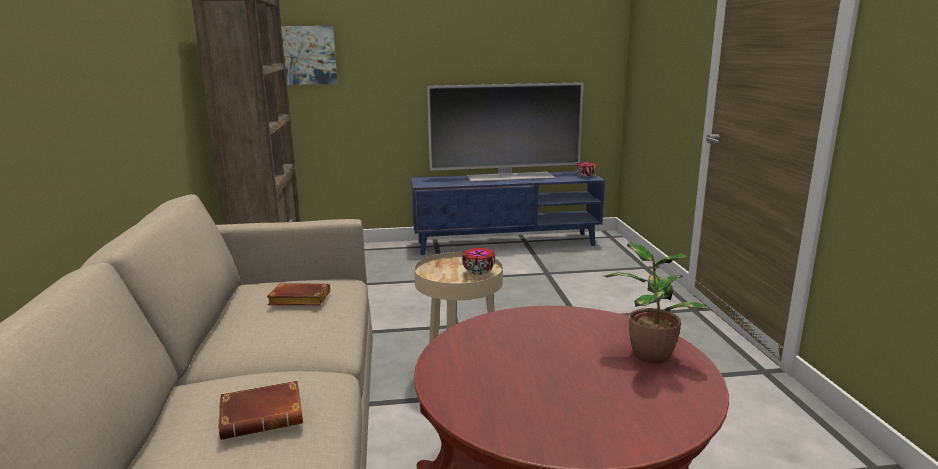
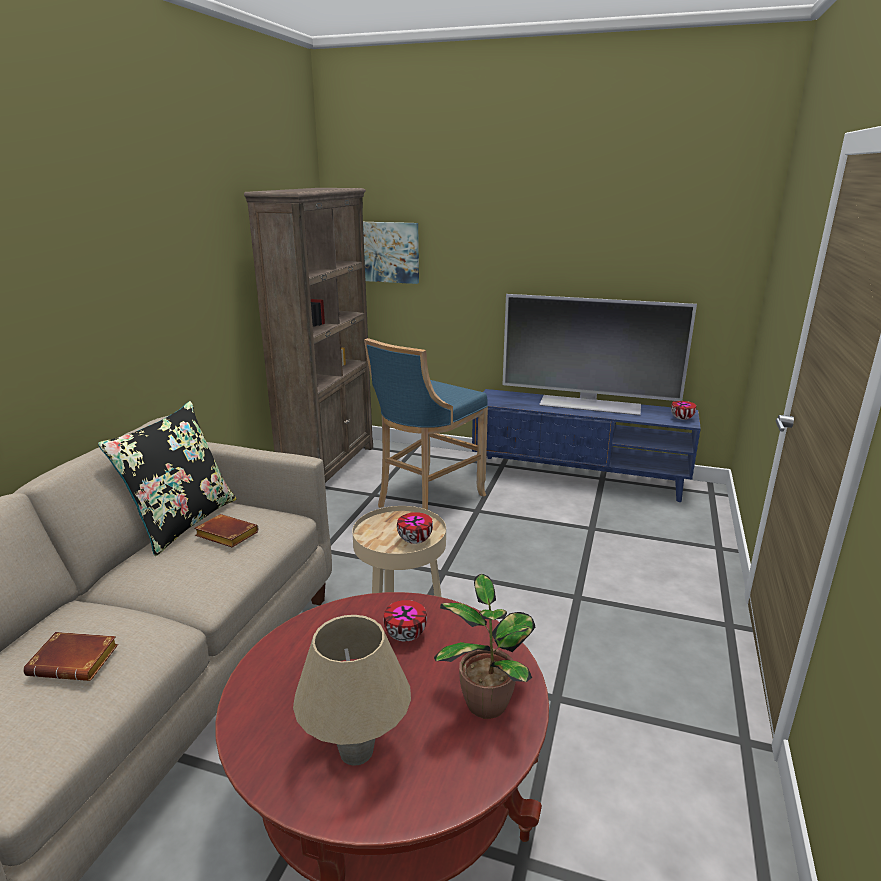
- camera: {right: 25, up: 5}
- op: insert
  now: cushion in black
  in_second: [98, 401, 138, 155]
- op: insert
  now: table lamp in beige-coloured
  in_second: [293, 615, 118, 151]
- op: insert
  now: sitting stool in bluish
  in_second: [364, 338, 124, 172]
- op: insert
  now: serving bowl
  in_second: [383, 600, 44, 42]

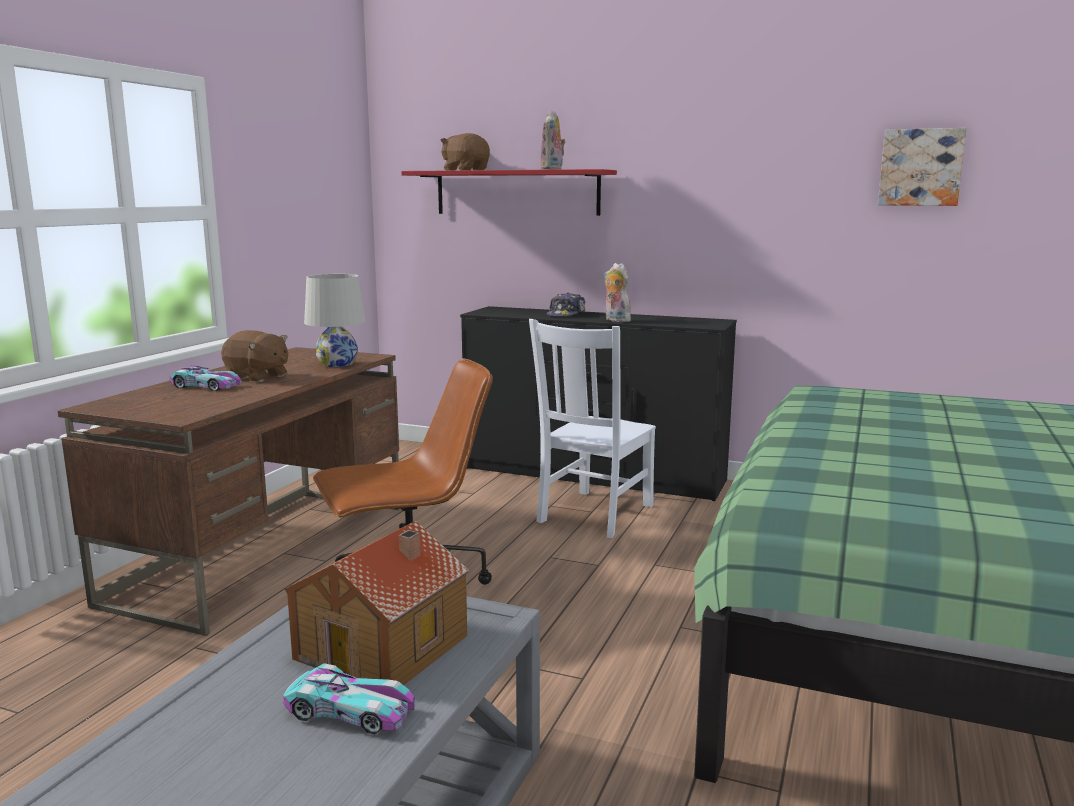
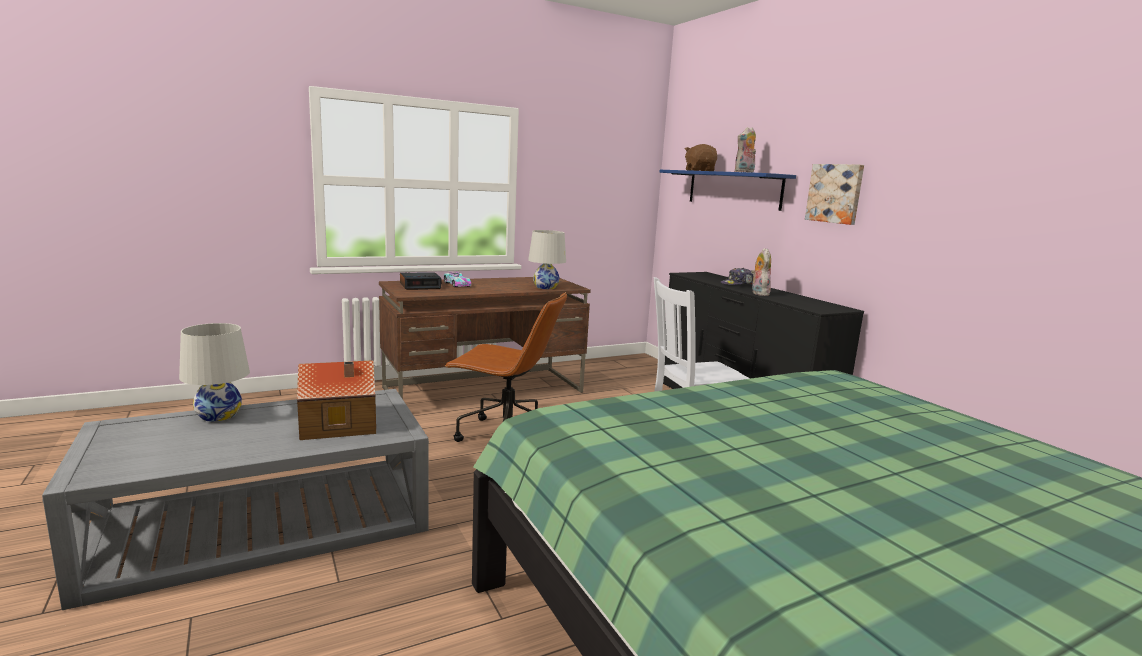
- camera: {right: 40, up: 0}
- op: delete
  was: cuddly toy in brown-coloured
  in_first: [221, 330, 67, 52]
- op: delete
  was: miniature car
  in_first: [283, 663, 132, 72]
- op: recolor
  was: wall shelf in reddish
  now: wall shelf in bluish
  in_first: [401, 169, 216, 47]
  in_second: [660, 170, 136, 41]
- op: move
  was: wall art
  in_first: [878, 128, 88, 78]
  in_second: [805, 164, 59, 61]
- op: insert
  now: table lamp in white
  in_second: [179, 323, 71, 98]
- op: insert
  now: alarm clock
  in_second: [400, 272, 42, 18]

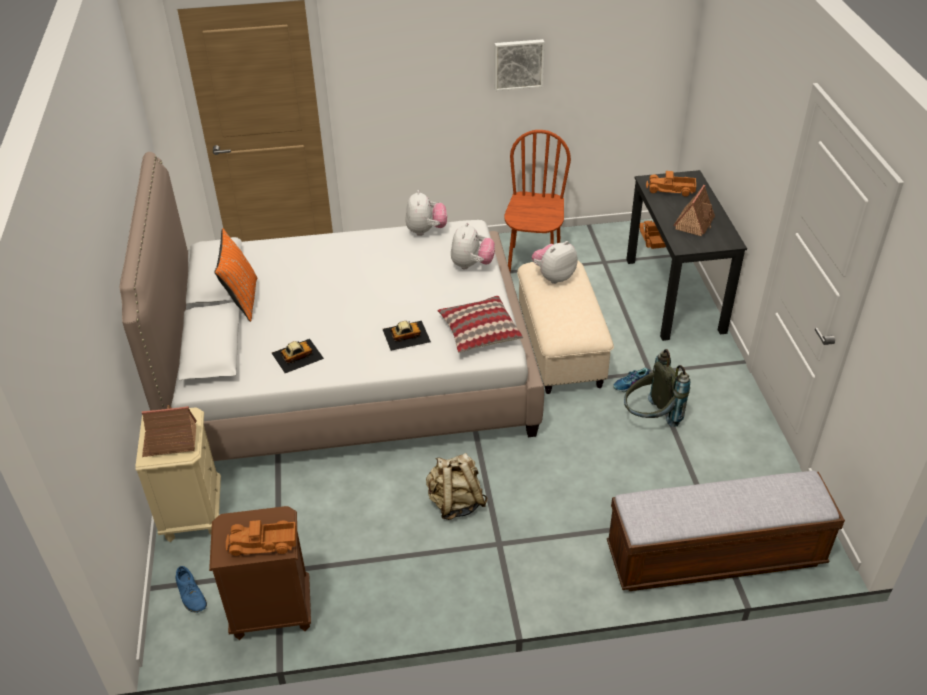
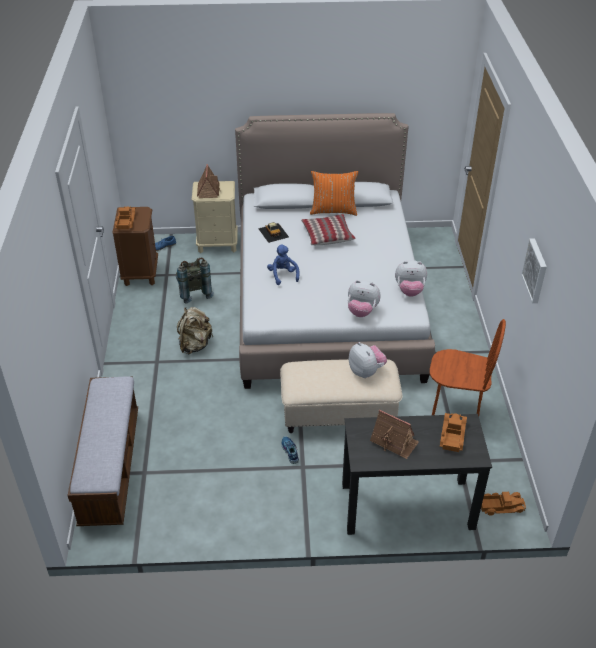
- camera: {right: 95, up: 0}
- op: replace
  was: miniature car
  now: cuddly toy in bluish
  in_first: [383, 321, 48, 30]
  in_second: [267, 245, 32, 40]
- op: move
  was: cushion
  in_first: [438, 296, 85, 57]
  in_second: [301, 214, 55, 31]
- op: move
  was: backpack in grey
  in_first: [624, 349, 66, 78]
  in_second: [176, 258, 38, 46]

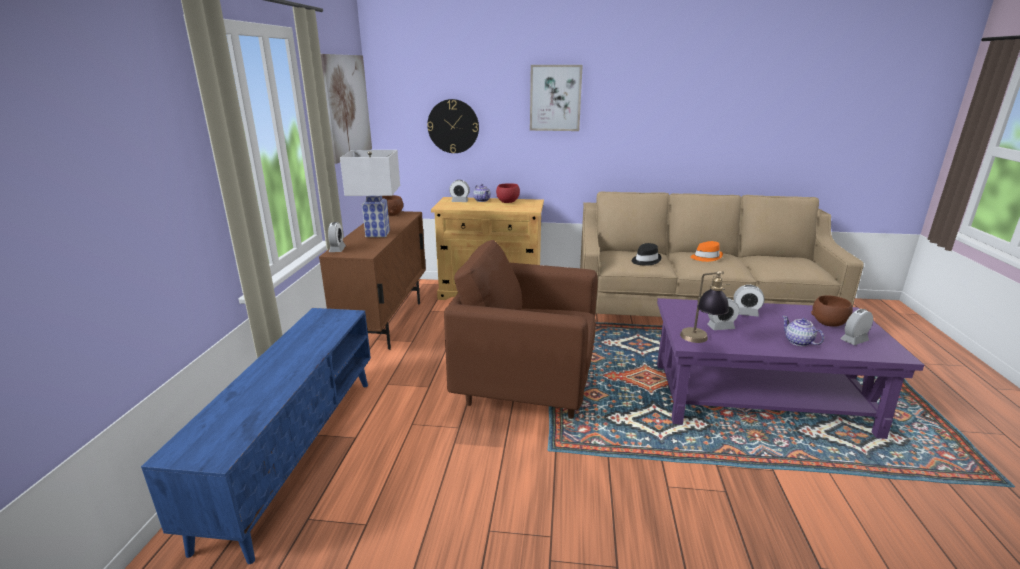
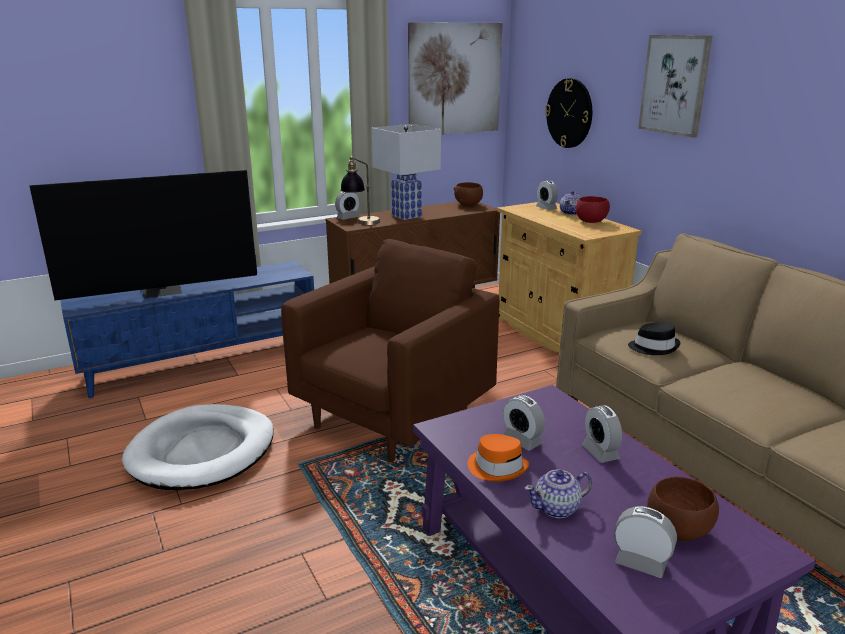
- camera: {right: 55, up: 0}
- op: rotate
  was: armchair in brown-coloured
  in_first: [444, 240, 154, 179]
  in_second: [281, 239, 219, 223]
  clockwise: 60
- op: move
  was: table lamp
  in_first: [680, 271, 50, 72]
  in_second: [340, 156, 40, 69]
- op: move
  was: clothing hat in orange-coloured
  in_first: [691, 241, 32, 21]
  in_second: [468, 434, 61, 48]
- op: rotate
  was: teapot
  in_first: [782, 316, 42, 30]
  in_second: [525, 469, 67, 49]
  clockwise: -135
- op: insert
  now: TV set
  in_second: [29, 170, 228, 130]
- op: insert
  now: dog cushion in white
  in_second: [122, 404, 152, 86]

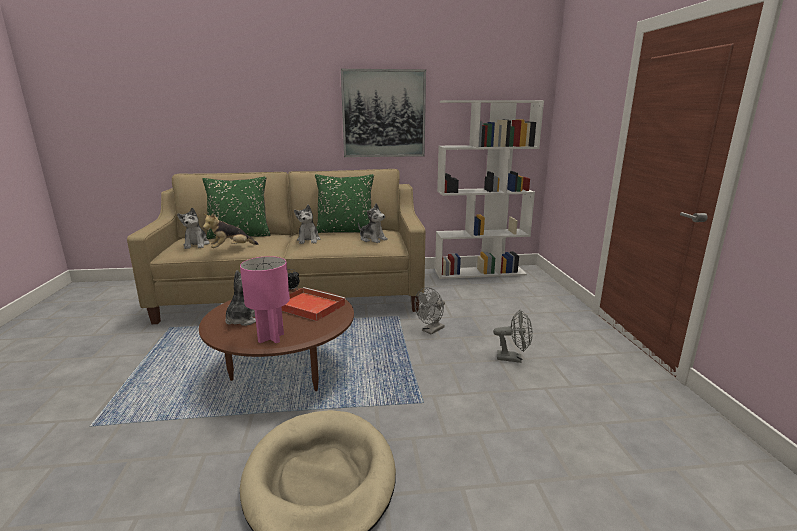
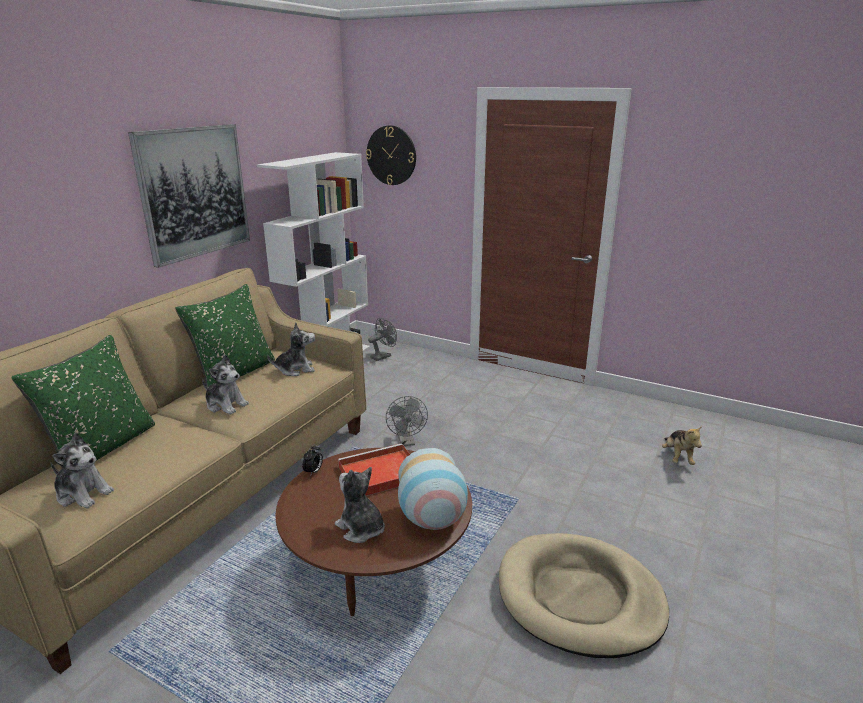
- camera: {right: -55, up: 5}
- op: move
  was: cuddly toy
  in_first: [203, 214, 55, 34]
  in_second: [662, 426, 40, 39]
- op: replace
  was: table lamp in pink
  now: flower vase
  in_first: [240, 256, 50, 87]
  in_second: [398, 448, 70, 82]
- op: move
  was: cooling fan in grey
  in_first: [493, 310, 39, 53]
  in_second: [368, 318, 29, 43]
- op: insert
  now: wall clock
  in_second: [366, 125, 50, 60]

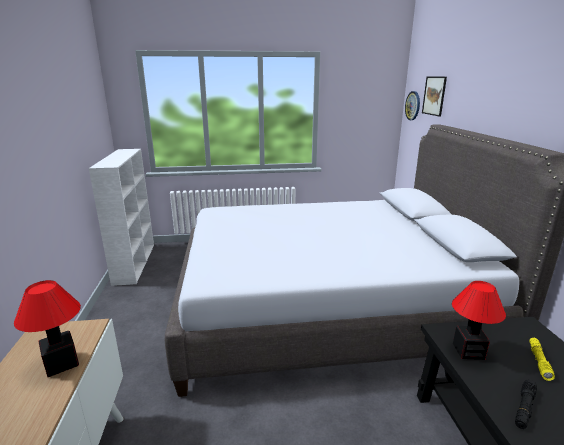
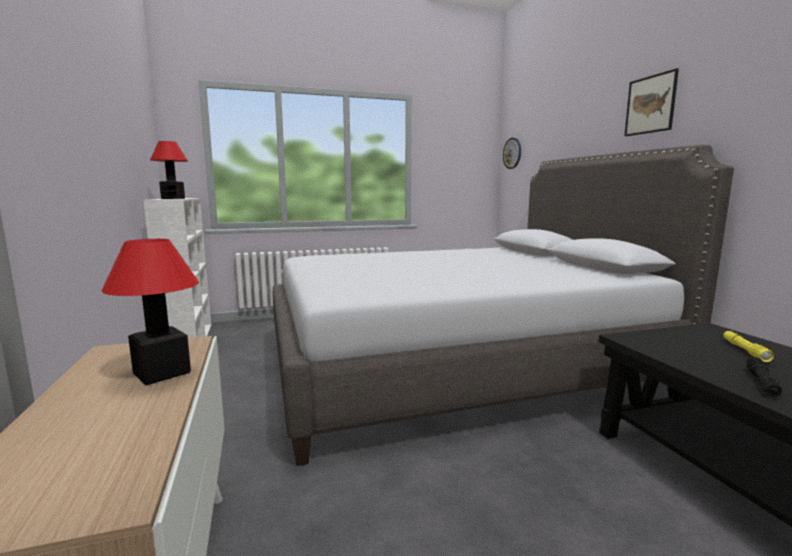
- camera: {right: -10, up: -10}
- op: move
  was: wall art
  in_first: [422, 77, 25, 40]
  in_second: [624, 68, 55, 68]
- op: move
  was: table lamp
  in_first: [452, 281, 54, 79]
  in_second: [150, 141, 38, 58]

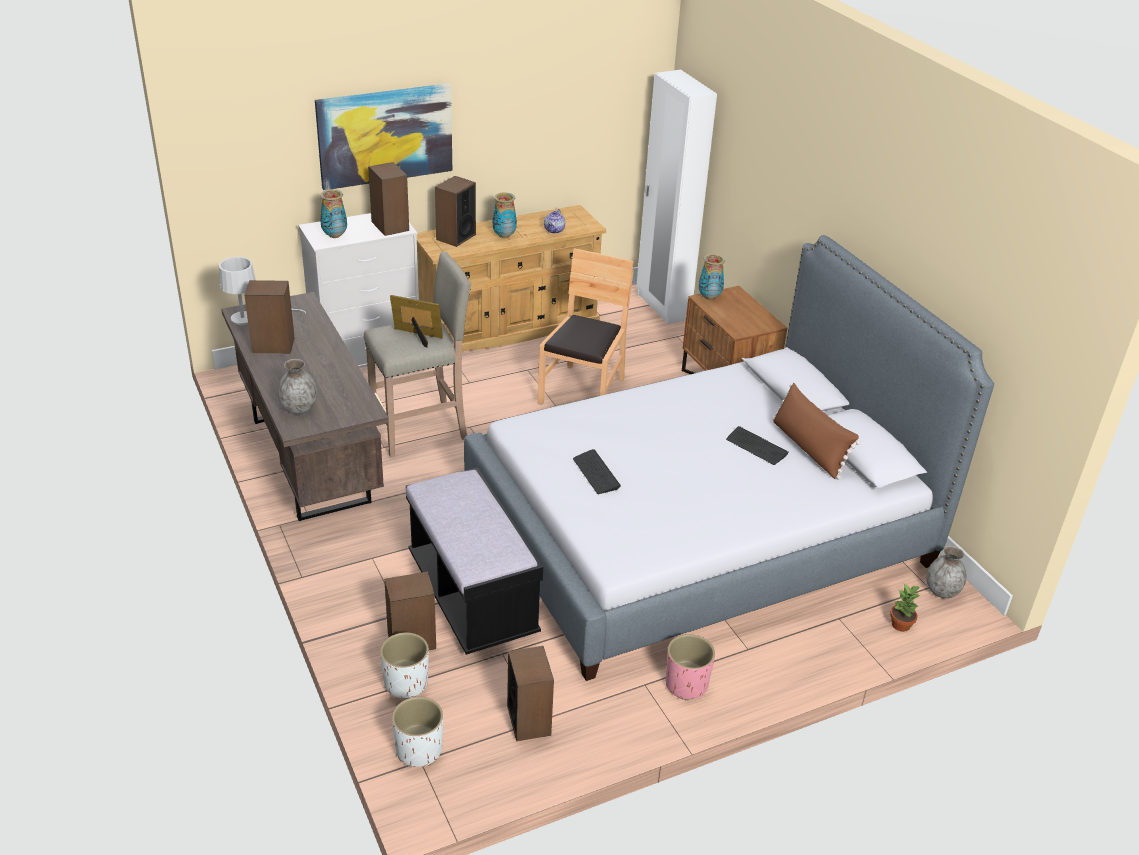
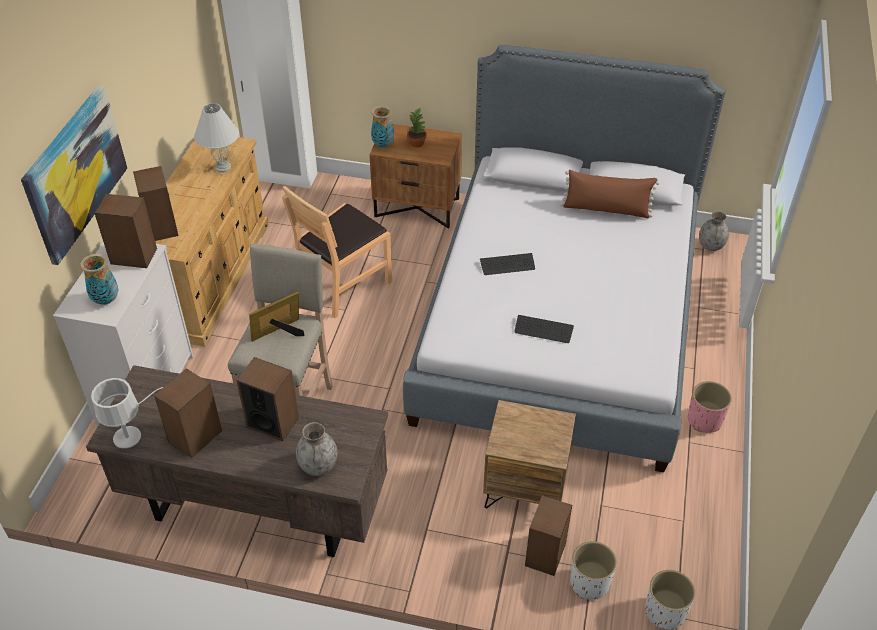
- camera: {right: -50, up: 10}
- op: replace
  was: bench in black
  now: bedside table in brown-coloured
  in_first: [406, 467, 137, 188]
  in_second: [483, 400, 93, 108]
- op: delete
  was: flower vase
  in_first: [492, 192, 25, 46]
- op: move
  was: speaker
  in_first: [507, 646, 47, 95]
  in_second: [236, 357, 63, 84]
- op: rotate
  was: chair in brown-coloured
  in_first: [538, 248, 96, 157]
  in_second: [282, 186, 110, 132]
  clockwise: -105
- op: replace
  was: teapot
  now: table lamp in white
  in_first: [544, 209, 21, 25]
  in_second: [194, 103, 45, 70]
- op: move
  was: computer keyboard
  in_first: [726, 426, 63, 39]
  in_second: [480, 253, 55, 22]
- op: move
  was: houseplant
  in_first: [890, 584, 30, 48]
  in_second: [407, 108, 20, 40]

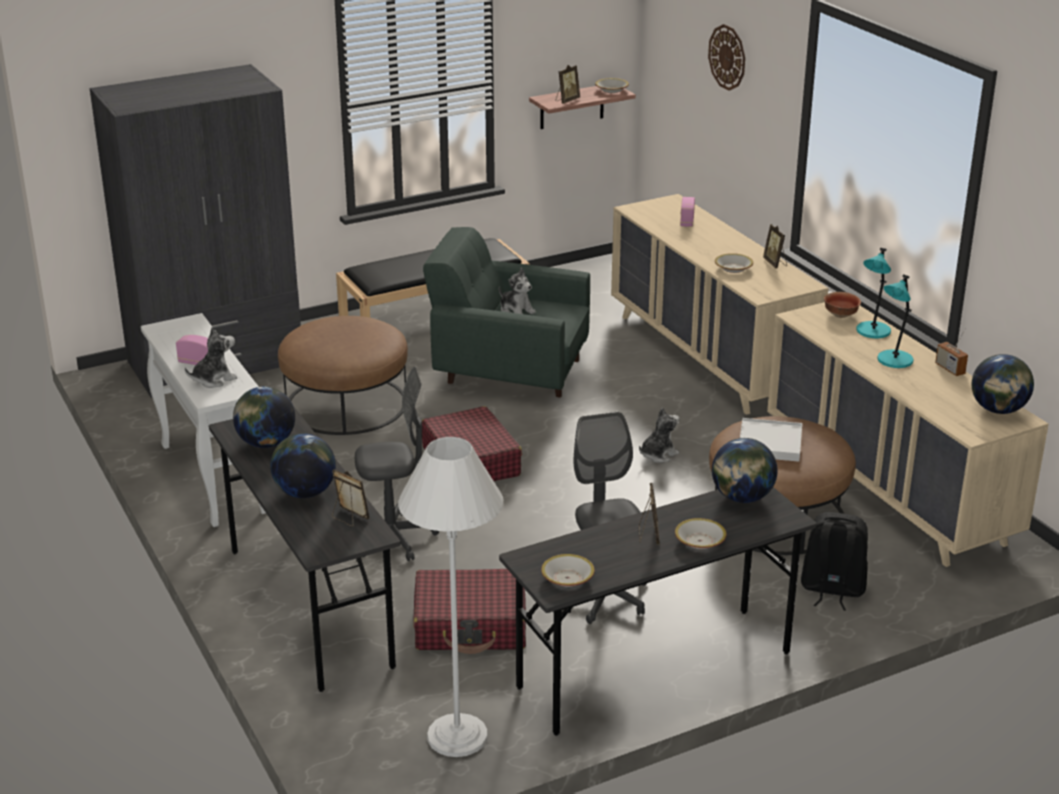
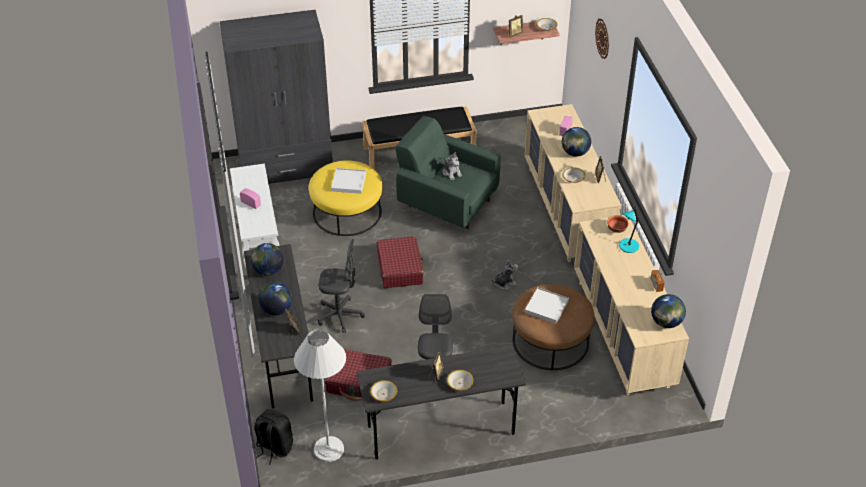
- camera: {right: 15, up: 15}
- op: delete
  was: cuddly toy
  in_first: [185, 326, 52, 62]
- op: recolor
  was: footrest in brown-coloured
  now: footrest in yellowish
  in_first: [278, 316, 130, 119]
  in_second: [308, 160, 74, 76]
- op: move
  was: world globe
  in_first: [712, 438, 66, 65]
  in_second: [562, 127, 29, 30]
- op: move
  was: backpack in black
  in_first: [801, 512, 67, 99]
  in_second: [254, 409, 39, 56]
- op: delete
  was: table lamp in turquoise-coloured
  in_first: [877, 274, 36, 94]
- op: insert
  now: serving tray in white
  in_second: [331, 168, 35, 26]

